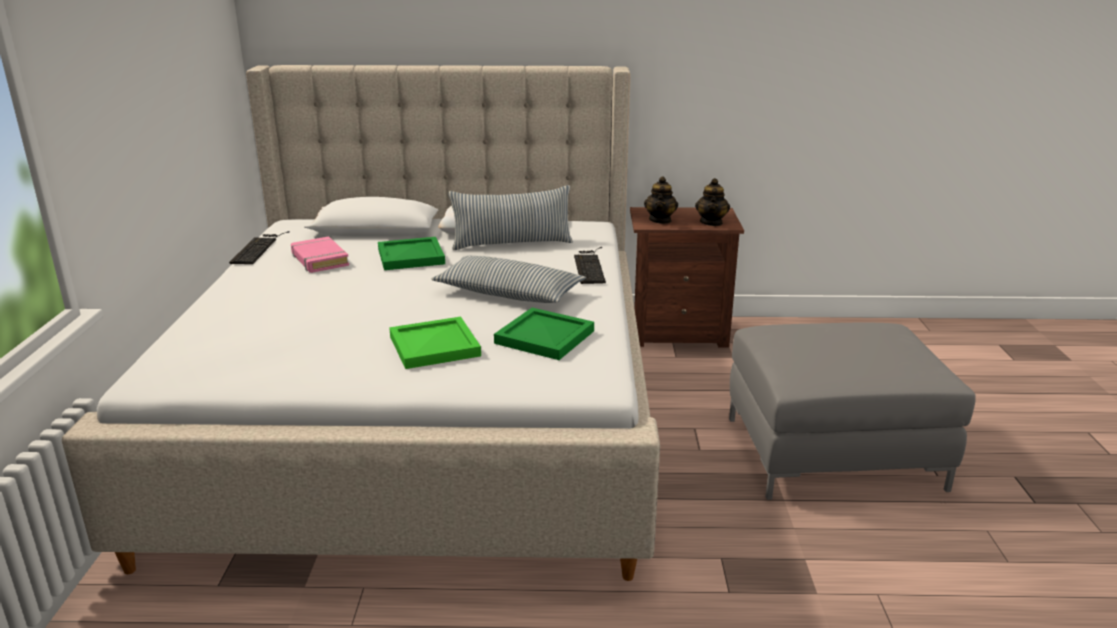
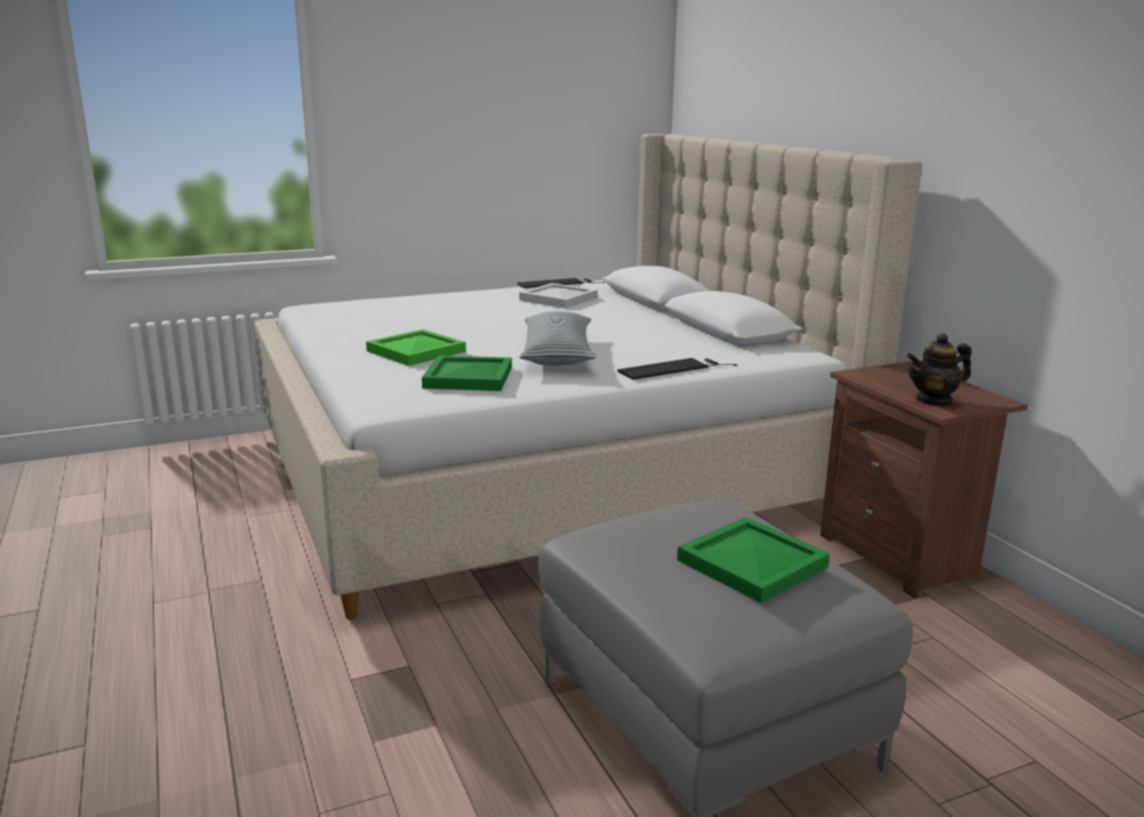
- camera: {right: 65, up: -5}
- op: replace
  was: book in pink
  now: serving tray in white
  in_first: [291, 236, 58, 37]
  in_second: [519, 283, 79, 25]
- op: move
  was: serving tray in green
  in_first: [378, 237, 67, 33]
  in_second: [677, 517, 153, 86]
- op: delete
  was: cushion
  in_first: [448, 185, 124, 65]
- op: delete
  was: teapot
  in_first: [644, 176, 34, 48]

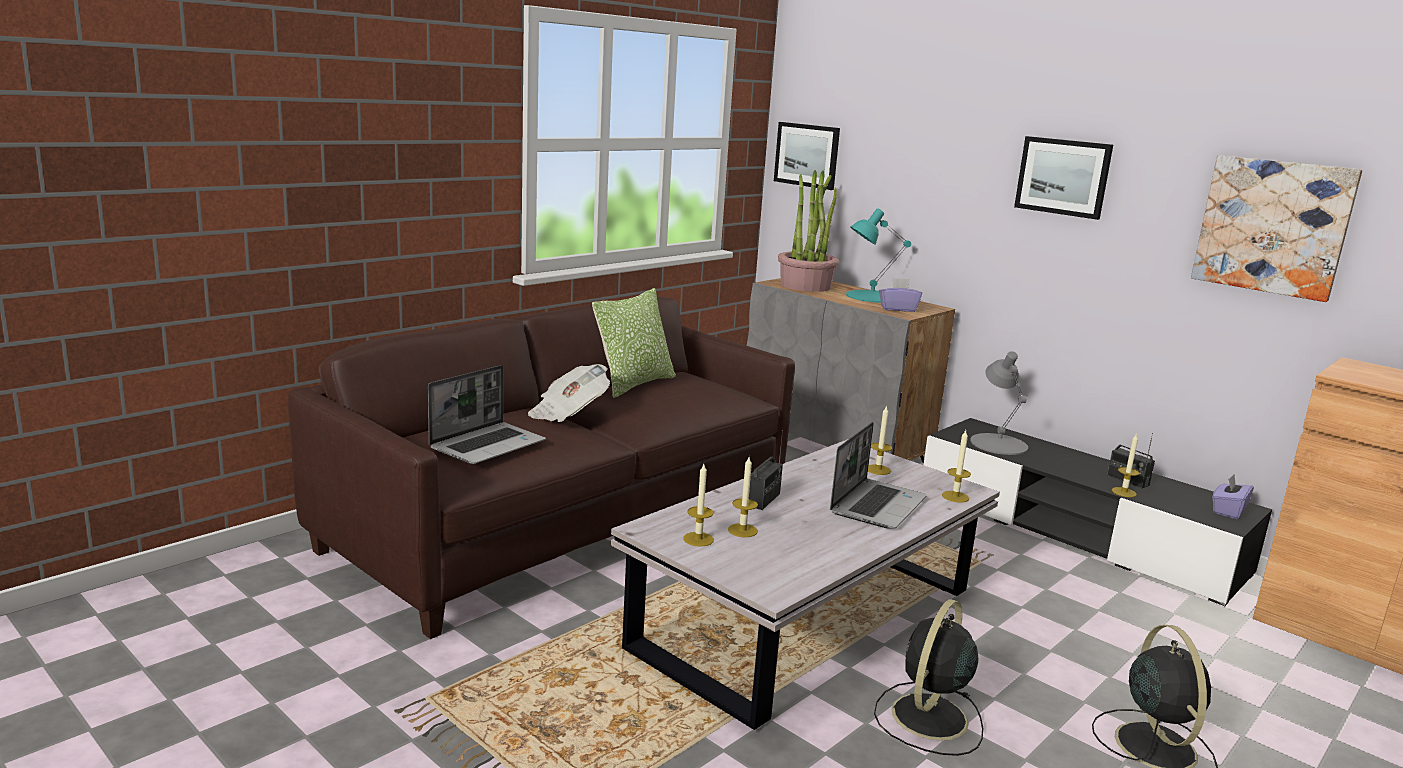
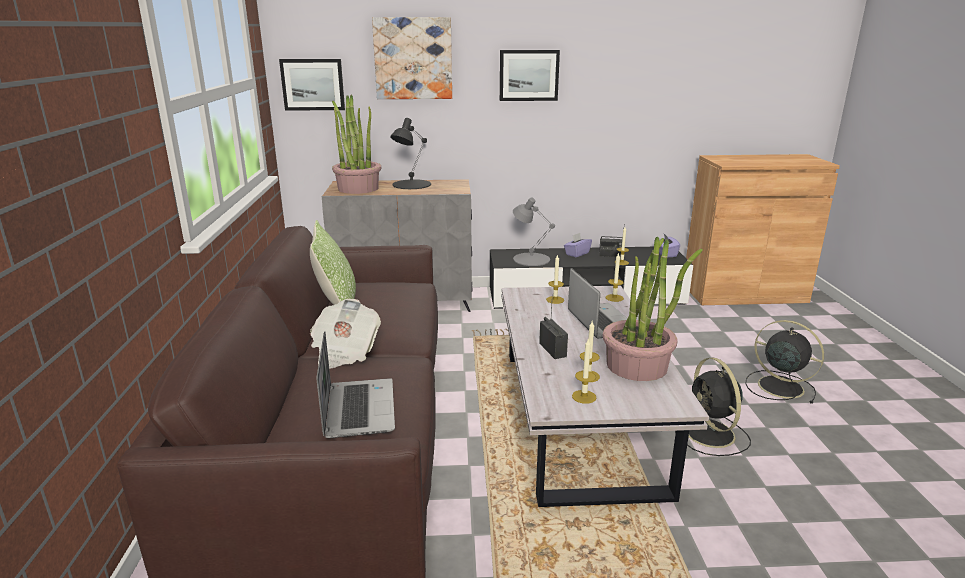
- camera: {right: -45, up: 5}
- op: recolor
  was: table lamp in turquoise-coloured
  now: table lamp in black
  in_first: [846, 209, 65, 94]
  in_second: [390, 118, 41, 71]
- op: move
  was: box of tissues in purple
  in_first: [879, 278, 43, 34]
  in_second: [564, 233, 28, 24]
- op: move
  was: wall art
  in_first: [1191, 156, 171, 146]
  in_second: [372, 17, 80, 82]
- op: insert
  now: houseplant
  in_second: [603, 237, 99, 144]

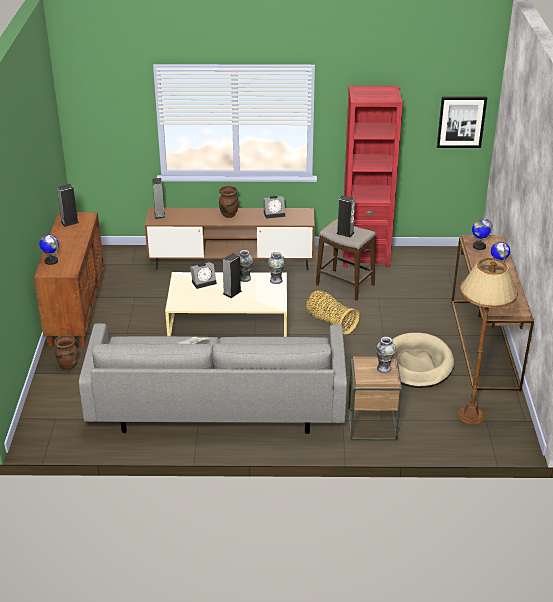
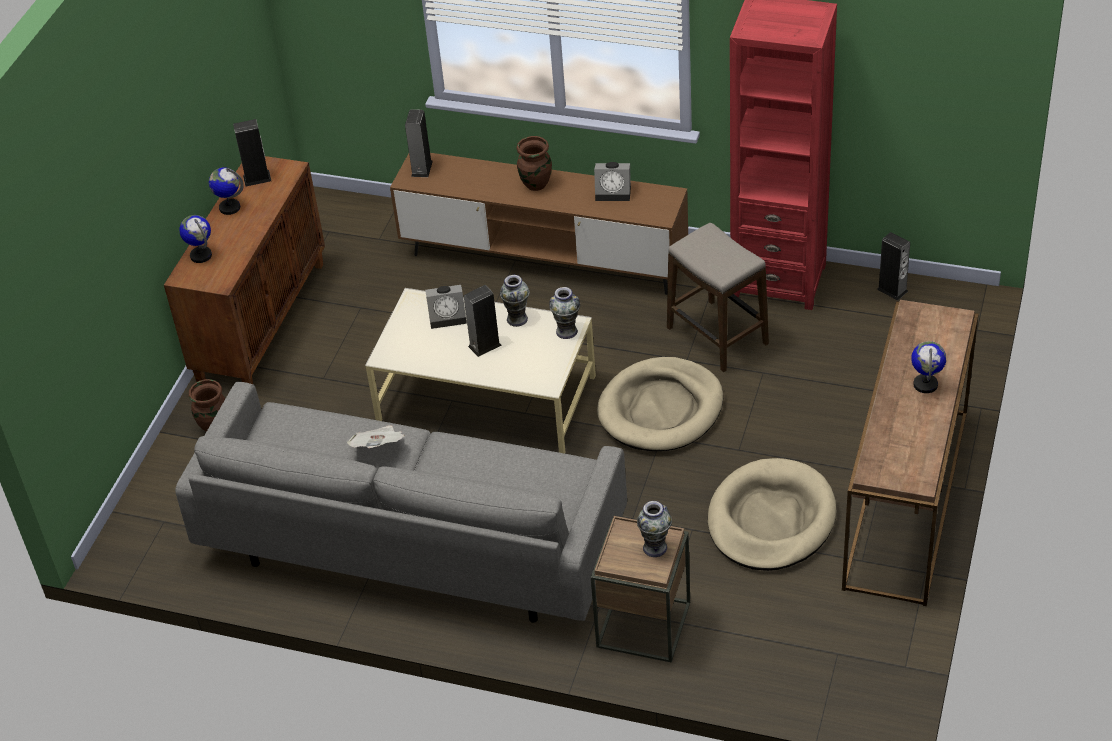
- camera: {right: 20, up: 10}
- op: replace
  was: household basket
  now: dog cushion in beige-coloured
  in_first: [306, 290, 54, 44]
  in_second: [597, 357, 126, 94]
- op: move
  was: speaker
  in_first: [336, 195, 19, 42]
  in_second: [877, 232, 33, 68]
- op: delete
  was: wall art
  in_first: [437, 97, 50, 51]
- op: delete
  was: standing lamp in brown-coloured
  in_first: [458, 258, 60, 167]
- op: move
  was: world globe
  in_first: [472, 219, 21, 31]
  in_second: [209, 167, 35, 48]

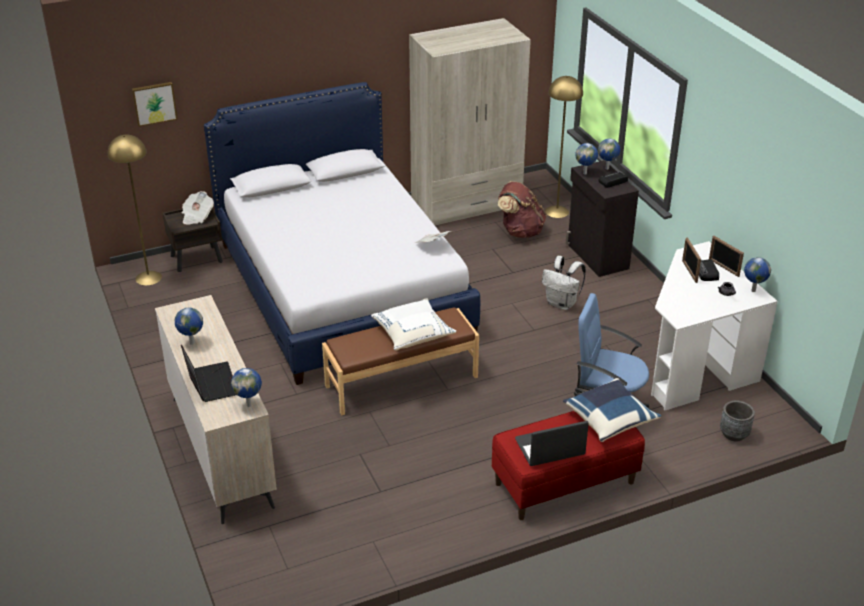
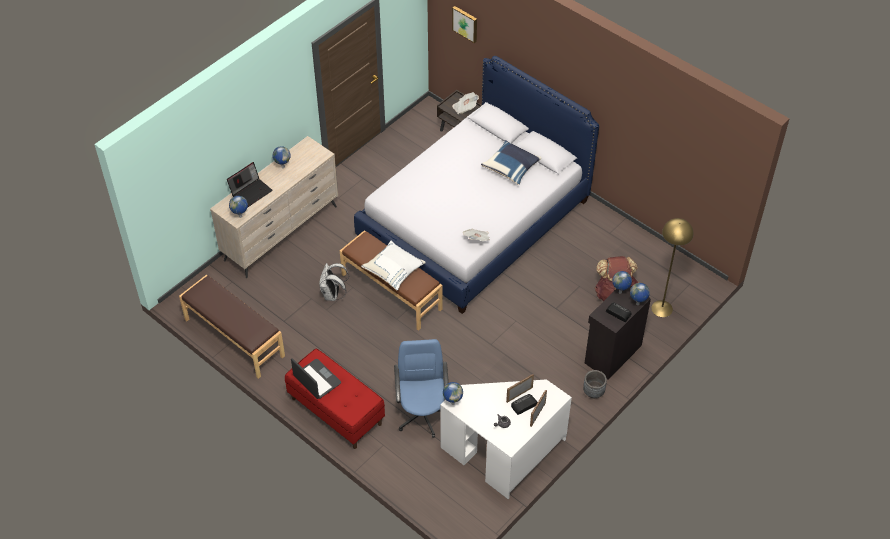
- camera: {right: 65, up: 15}
- op: delete
  was: standing lamp in yellowish
  in_first: [108, 135, 54, 151]
- op: delete
  was: armoire in beige-coloured
  in_first: [409, 18, 122, 207]
- op: move
  was: backpack in white
  in_first: [542, 256, 44, 54]
  in_second: [319, 263, 30, 38]
- op: move
  was: cushion in bluish
  in_first: [563, 378, 98, 64]
  in_second: [481, 140, 61, 45]
- op: move
  was: flower pot in grey
  in_first: [720, 400, 35, 41]
  in_second: [583, 370, 24, 28]
- op: move
  was: world globe
  in_first: [744, 257, 27, 35]
  in_second: [443, 382, 20, 23]
- op: insert
  now: bench in brown-coloured
  in_second: [179, 275, 106, 104]

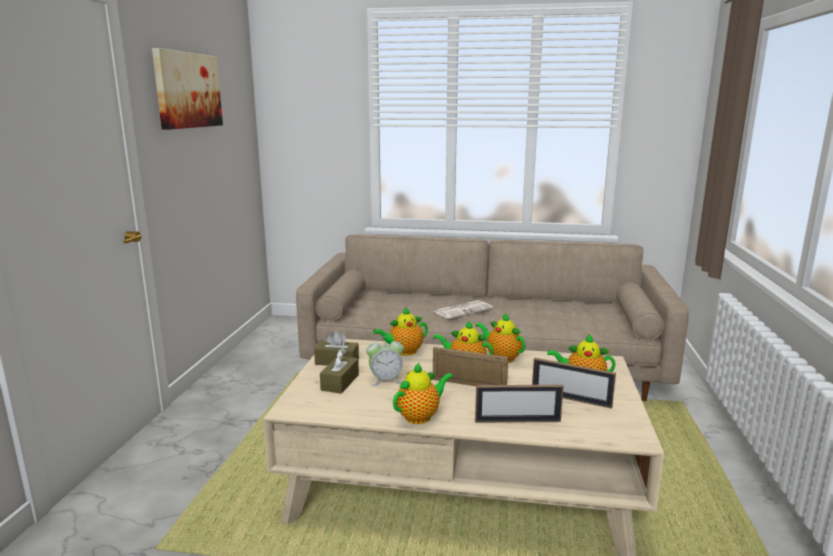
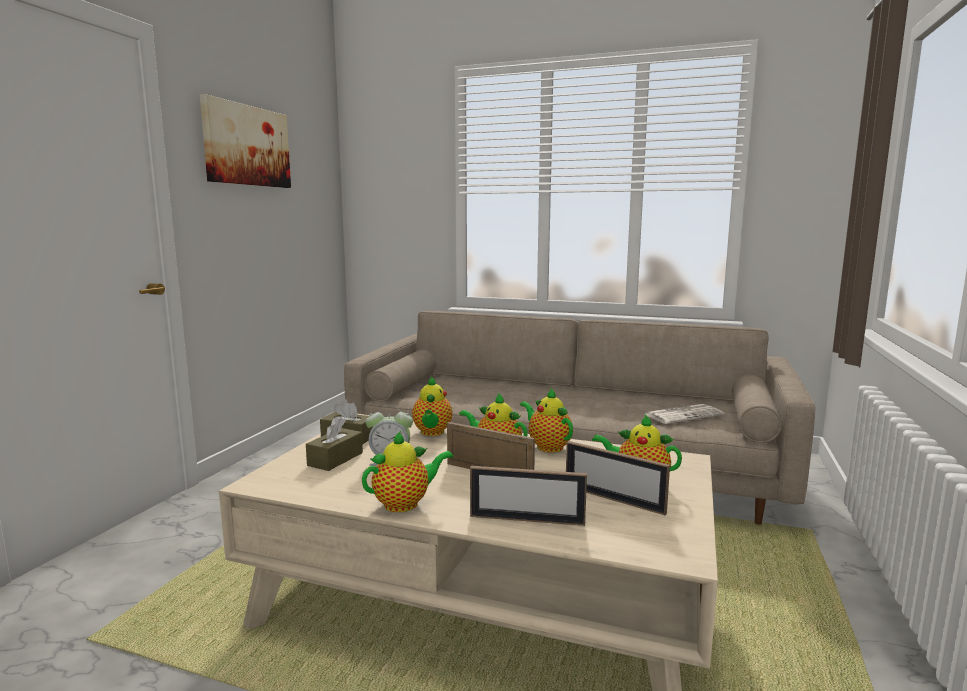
- camera: {right: 10, up: -5}
- op: rotate
  was: teapot
  in_first: [373, 307, 55, 49]
  in_second: [412, 376, 41, 60]
  clockwise: -75
- op: move
  was: printed paper
  in_first: [433, 300, 60, 19]
  in_second: [644, 404, 80, 20]

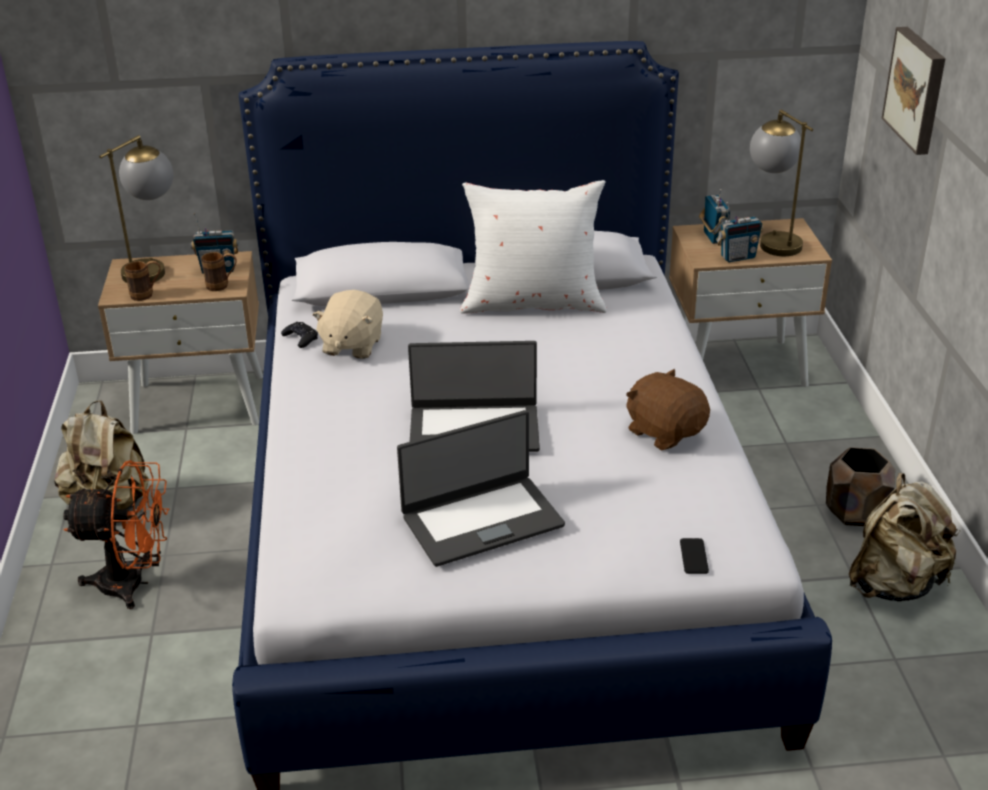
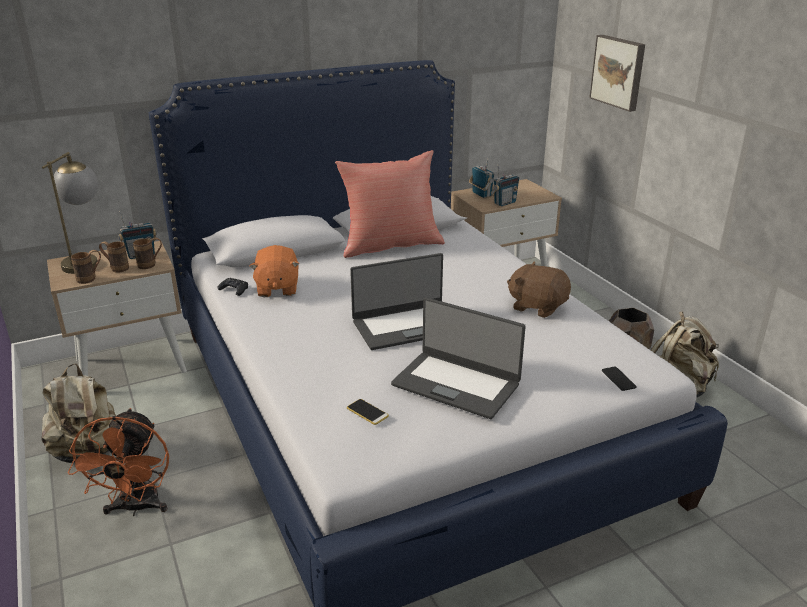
- camera: {right: -20, up: -5}
- op: rotate
  was: cooling fan in orange-coloured
  in_first: [63, 460, 106, 149]
  in_second: [68, 408, 101, 108]
  clockwise: 105
- op: recolor
  was: cuddly toy in beige-coloured
  now: cuddly toy in orange-coloured
  in_first: [312, 290, 71, 69]
  in_second: [249, 245, 50, 52]
- op: rotate
  was: laptop
  in_first: [397, 410, 168, 157]
  in_second: [391, 297, 135, 122]
  clockwise: 75
- op: recolor
  was: cushion in white
  now: cushion in reddish
  in_first: [460, 180, 147, 134]
  in_second: [335, 150, 110, 108]
- op: delete
  was: table lamp
  in_first: [750, 109, 63, 147]
- op: insert
  now: mug in brown-coloured
  in_second: [99, 241, 30, 32]
- op: insert
  now: handset
  in_second: [347, 399, 42, 26]

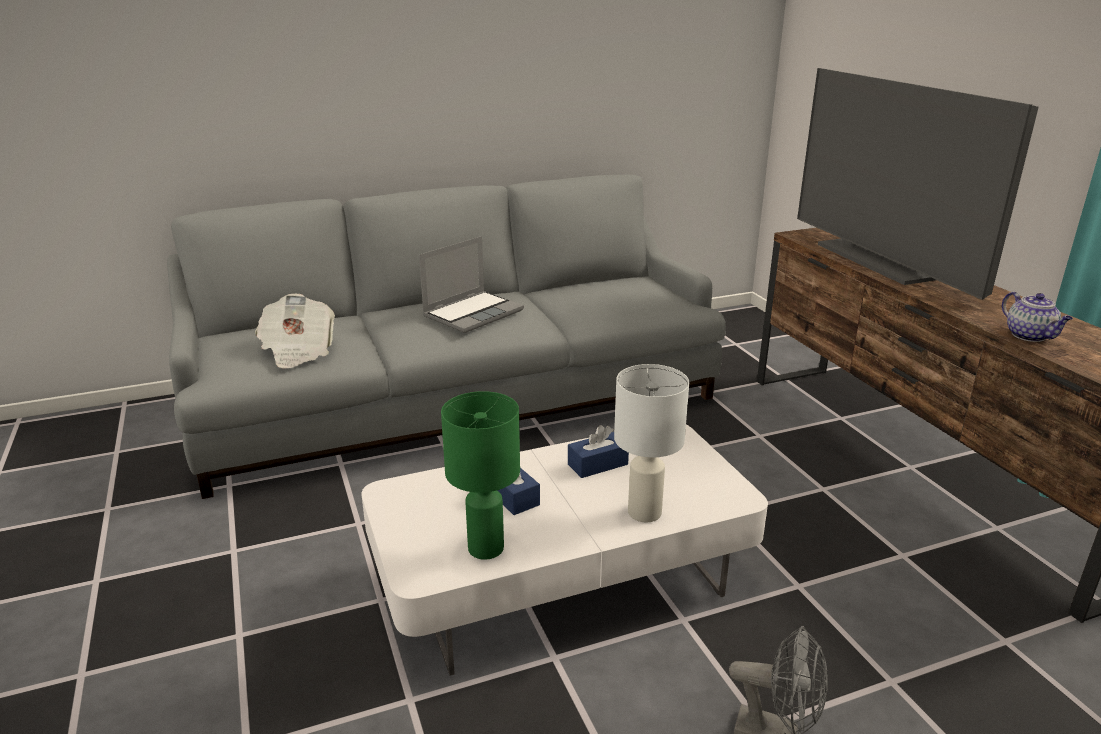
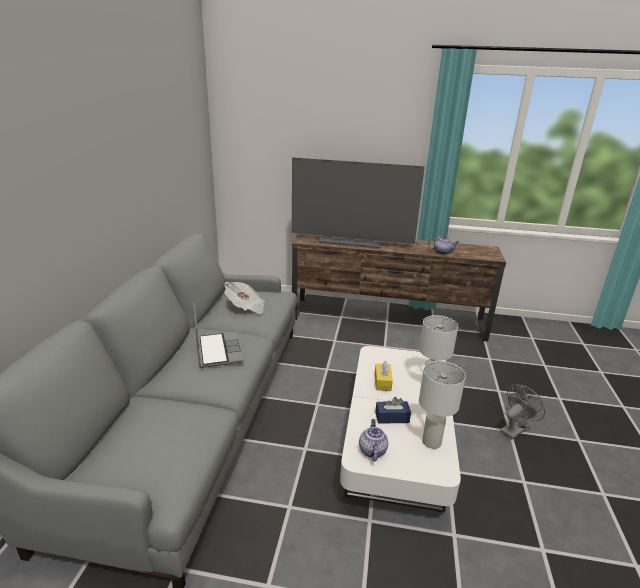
- camera: {right: -60, up: 0}
- op: move
  was: printed paper
  in_first: [255, 294, 80, 75]
  in_second: [224, 282, 41, 32]
- op: recolor
  was: table lamp in green
  now: table lamp in white
  in_first: [441, 391, 79, 169]
  in_second: [419, 361, 47, 88]
- op: recolor
  was: box of tissues in bluish
  now: box of tissues in yellowish
  in_first: [568, 425, 61, 53]
  in_second: [375, 361, 18, 30]
- op: insert
  now: teapot
  in_second: [359, 419, 30, 42]

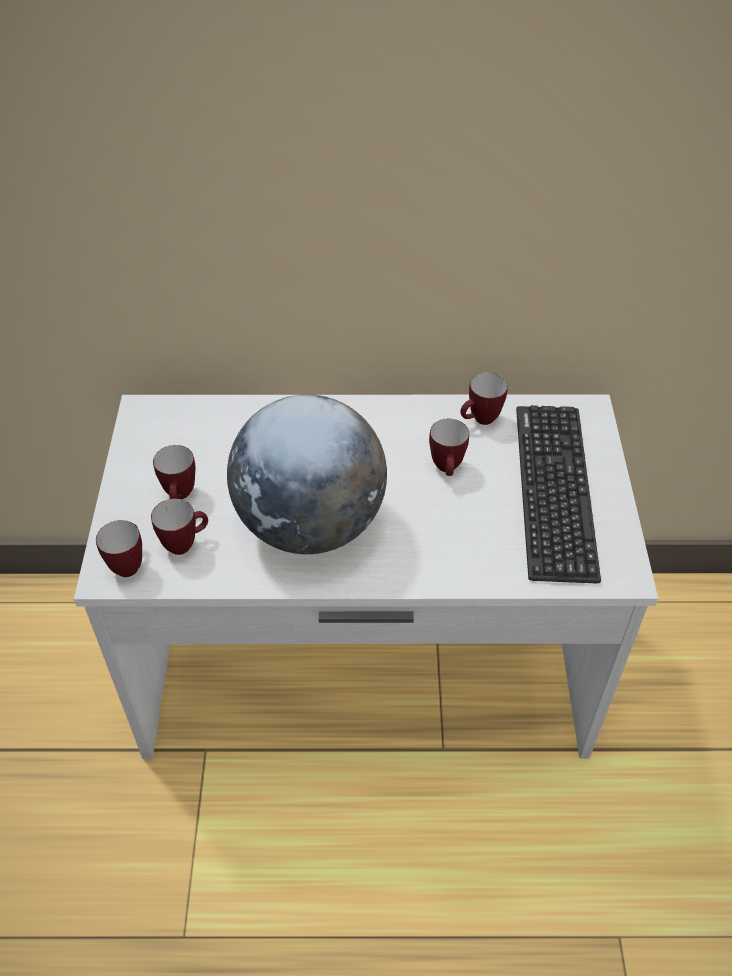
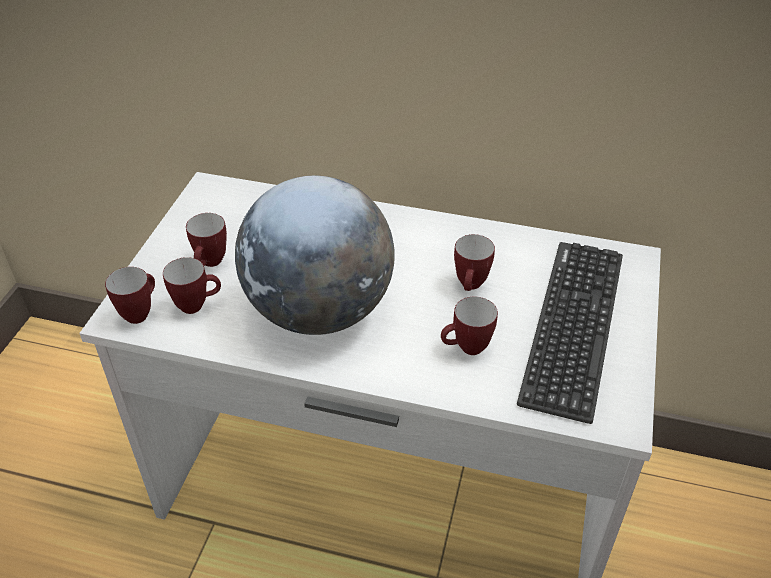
- camera: {right: 15, up: -5}
- op: move
  was: mug
  in_first: [460, 373, 48, 52]
  in_second: [441, 296, 57, 59]

